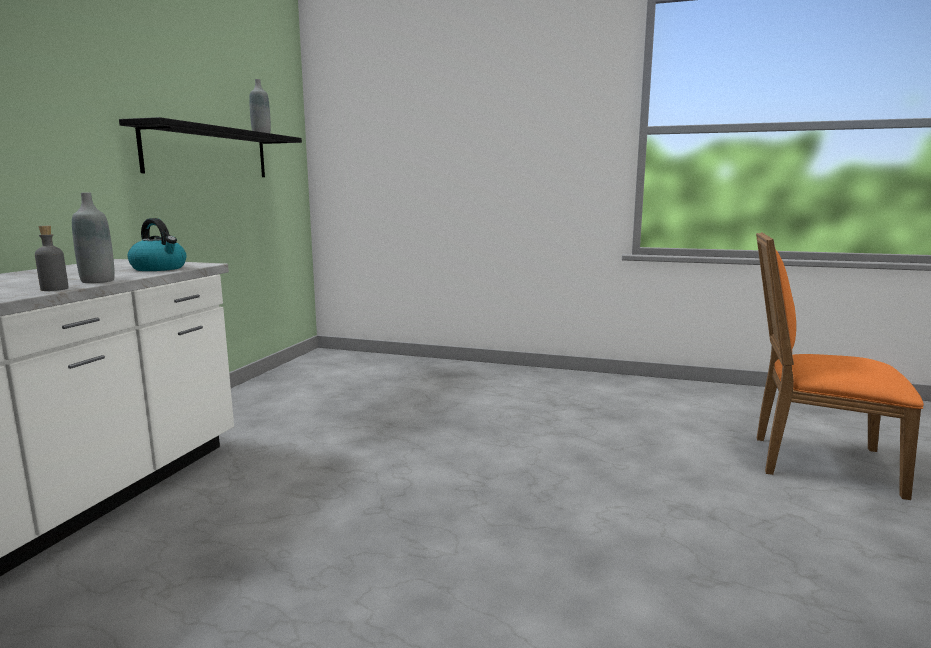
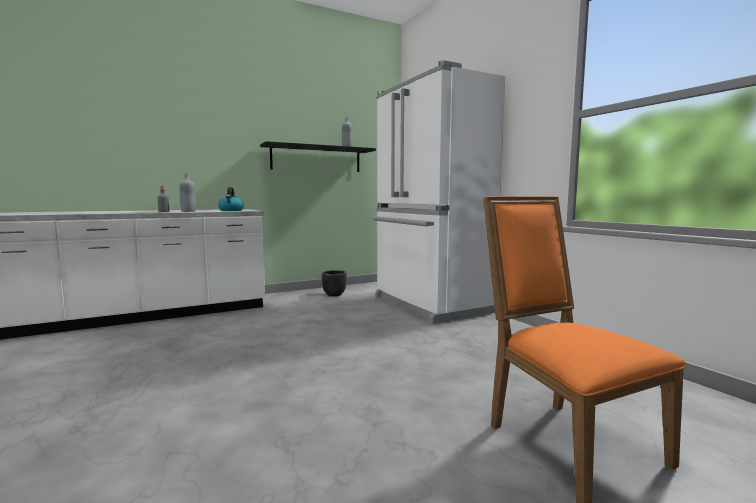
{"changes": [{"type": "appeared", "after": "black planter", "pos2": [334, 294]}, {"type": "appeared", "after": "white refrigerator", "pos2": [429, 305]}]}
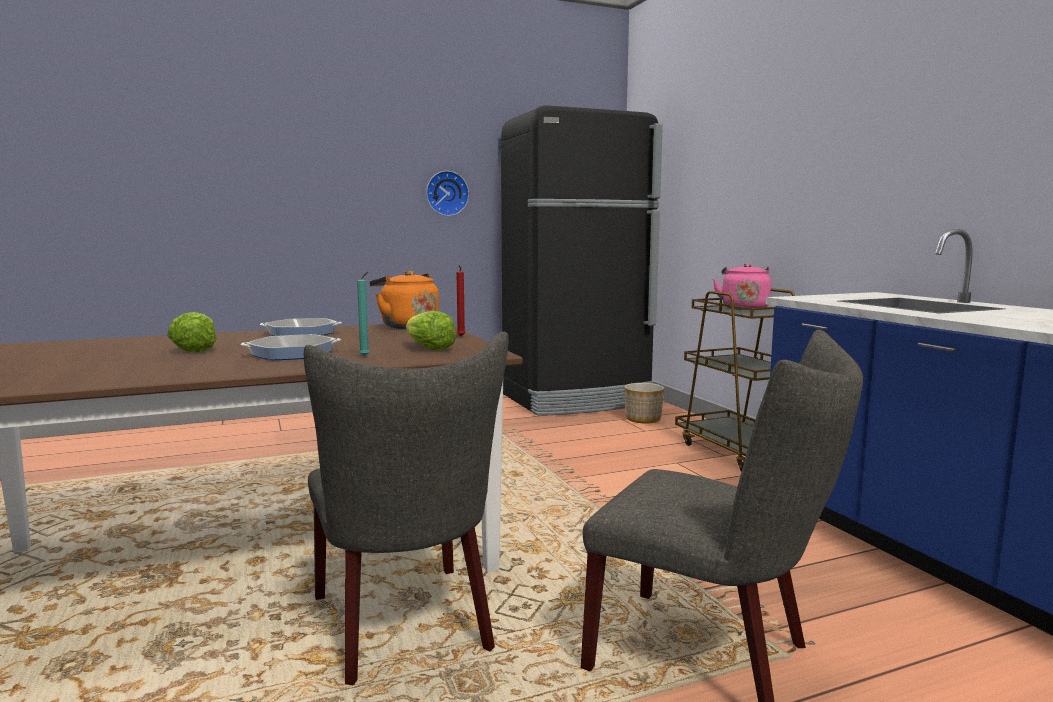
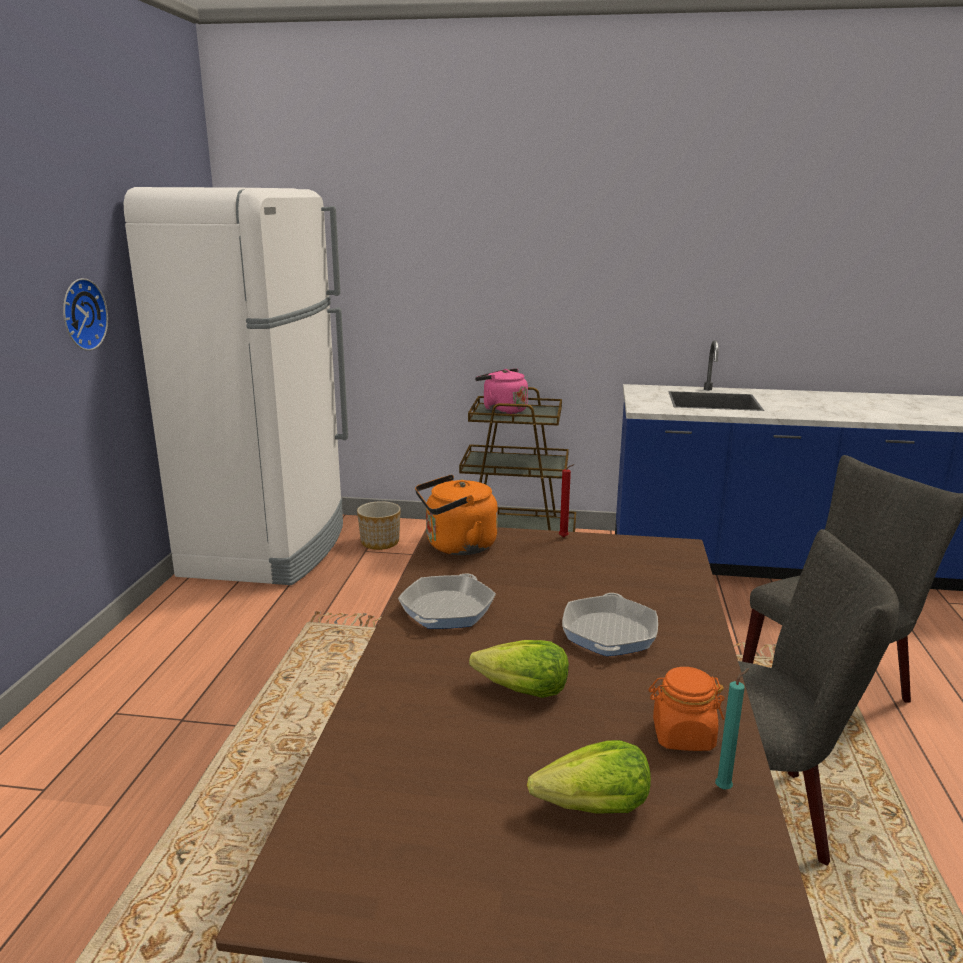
{"changes": [{"type": "relocated", "before": "turquoise-coloured wax light", "pos1": [365, 356], "pos2": [725, 788]}, {"type": "relocated", "before": "lettuce", "pos1": [428, 348], "pos2": [594, 808]}, {"type": "colour", "before": "black refrigerator", "after": "white refrigerator", "pos1": [577, 400], "pos2": [269, 547]}, {"type": "appeared", "after": "orange-coloured storage jar", "pos2": [682, 736]}]}
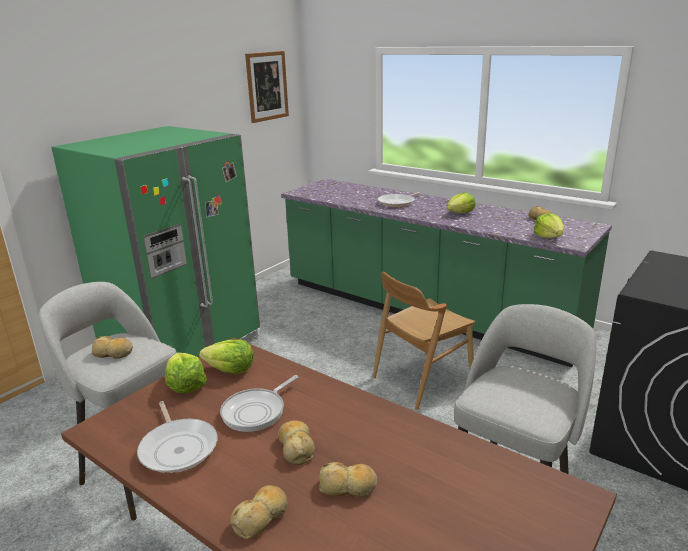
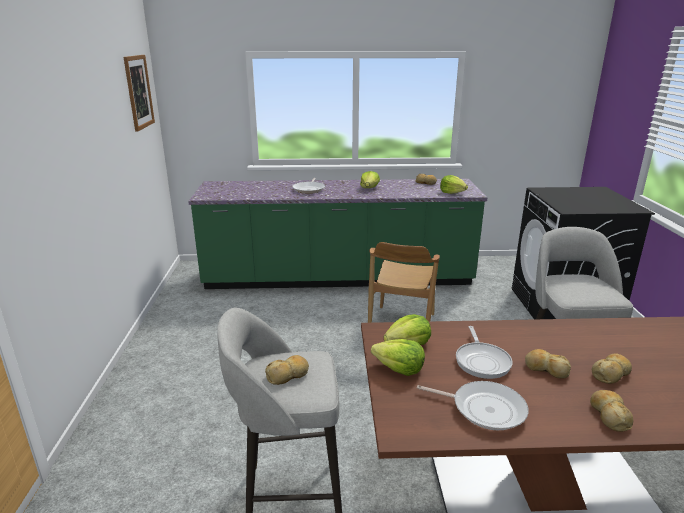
{"changes": [{"type": "missing", "before": "green refrigerator", "pos1": [183, 347]}]}
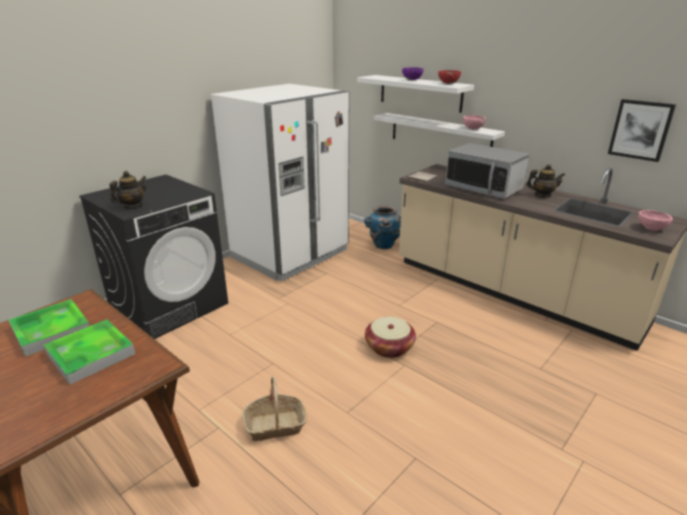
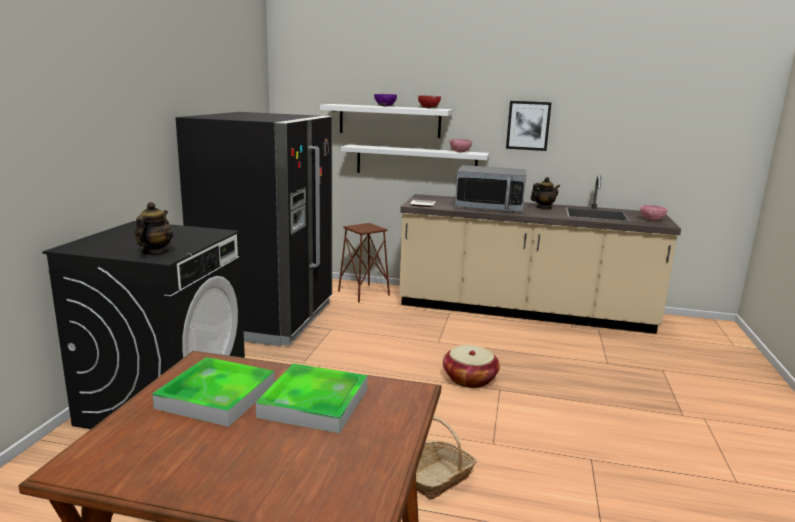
{"changes": [{"type": "colour", "before": "white refrigerator", "after": "black refrigerator", "pos1": [290, 254], "pos2": [267, 318]}, {"type": "exchanged", "before": "planter", "after": "brownish stool seat", "pos1": [383, 245], "pos2": [363, 293]}, {"type": "relocated", "before": "picture", "pos1": [640, 130], "pos2": [528, 125]}]}
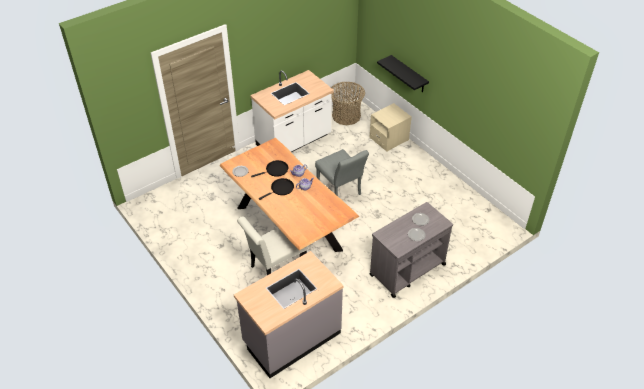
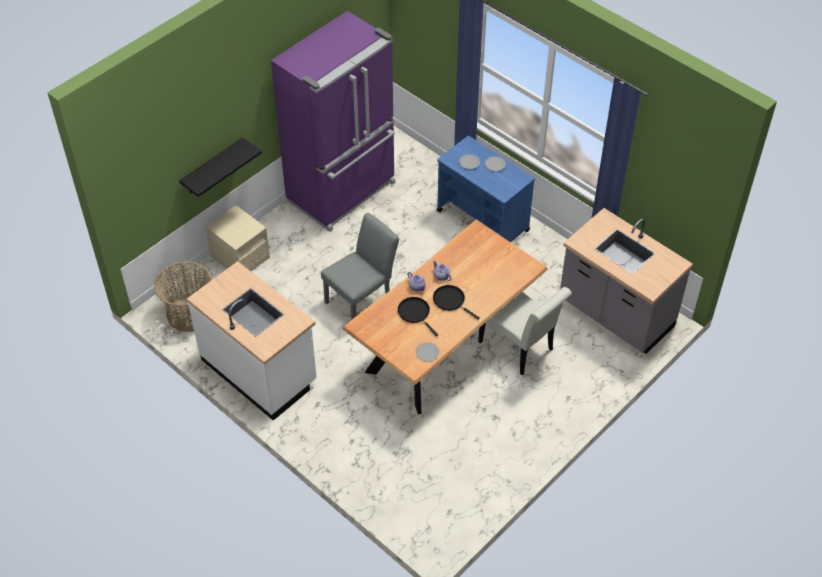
{"changes": [{"type": "colour", "before": "gray trolley", "after": "bluish trolley", "pos1": [407, 270], "pos2": [483, 221]}, {"type": "appeared", "after": "purple-coloured refrigerator", "pos2": [343, 192]}]}
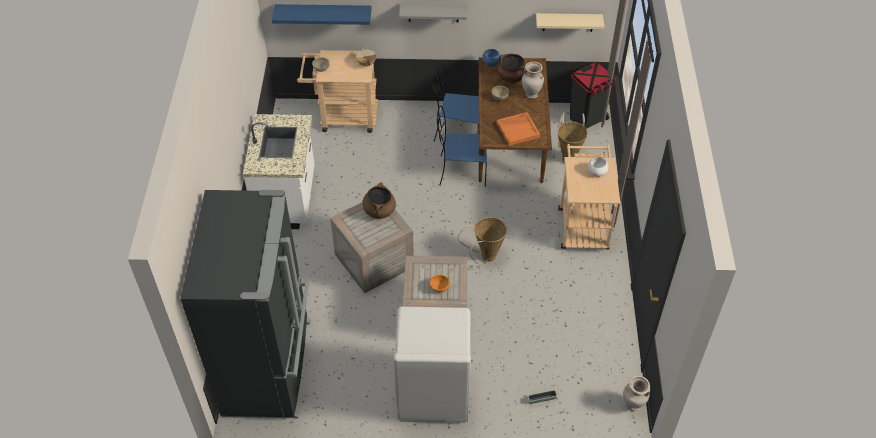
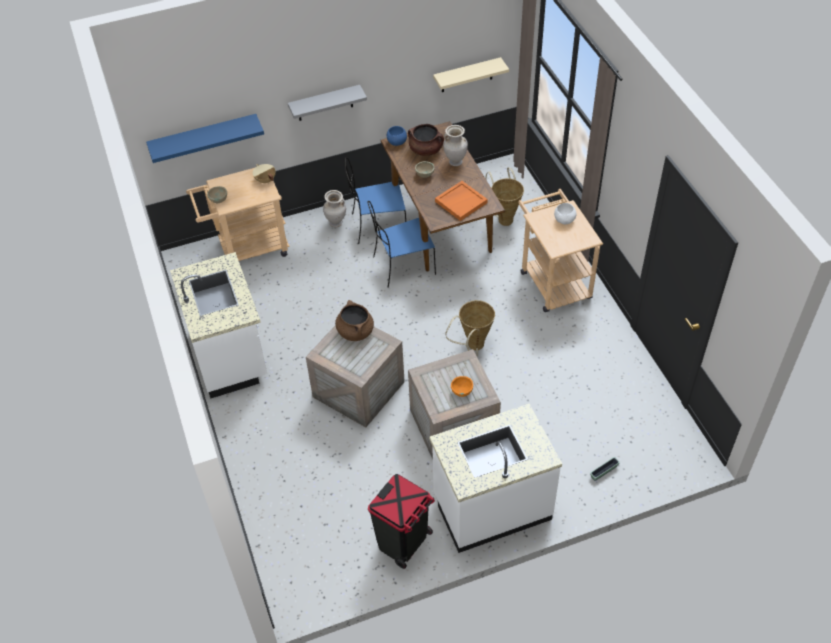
{"changes": [{"type": "missing", "before": "black refrigerator", "pos1": [269, 366]}, {"type": "exchanged", "before": "white washing machine", "after": "white counter", "pos1": [432, 393], "pos2": [491, 506]}, {"type": "relocated", "before": "black waste bin", "pos1": [587, 119], "pos2": [403, 542]}, {"type": "relocated", "before": "beige-coloured decorative vase", "pos1": [632, 405], "pos2": [336, 223]}]}
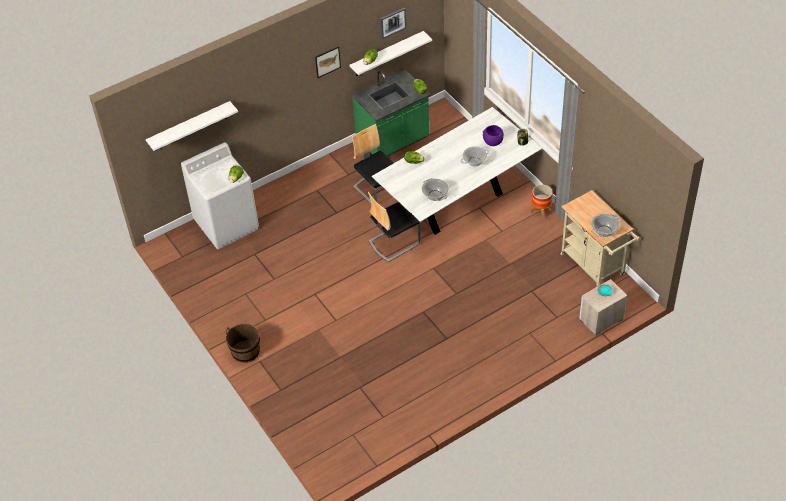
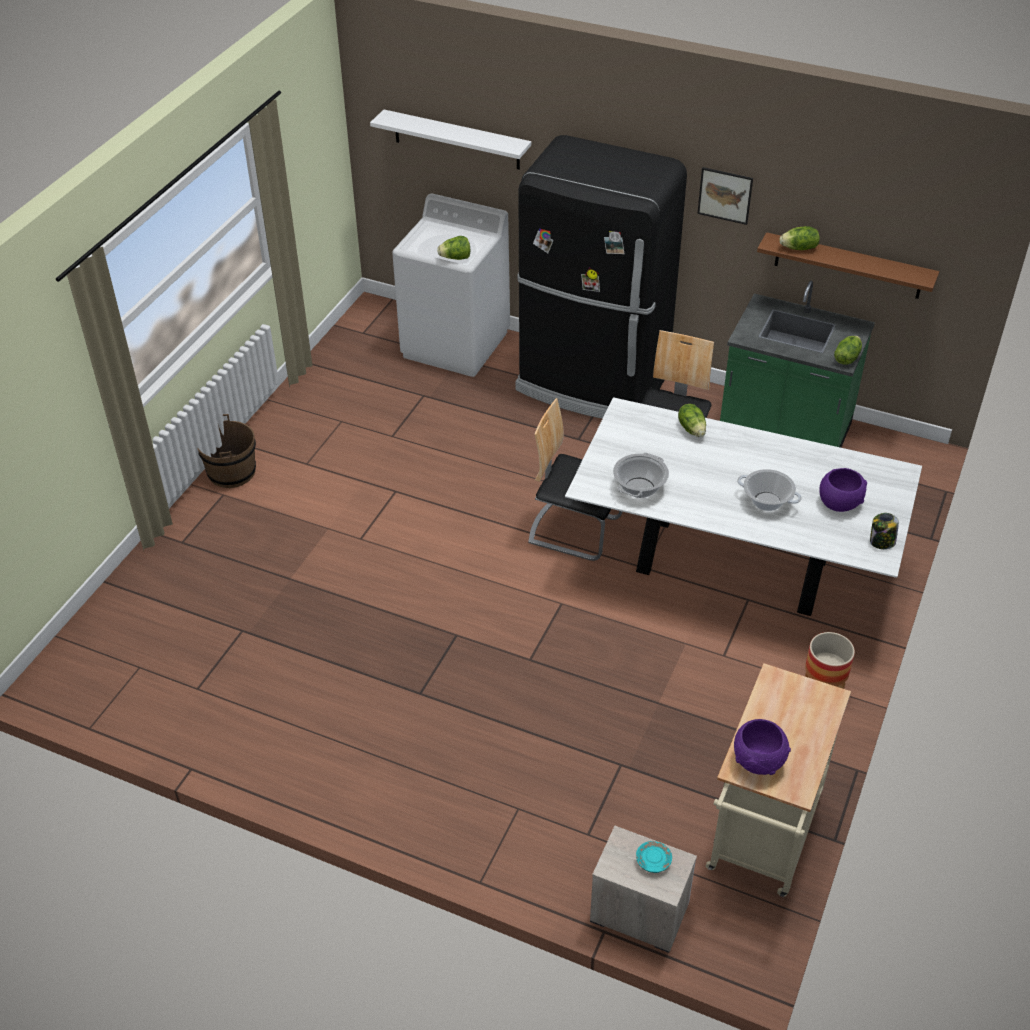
{"changes": [{"type": "colour", "before": "white wall shelf", "after": "brownish wall shelf", "pos1": [387, 54], "pos2": [848, 266]}, {"type": "missing", "before": "picture", "pos1": [393, 22]}, {"type": "exchanged", "before": "cooking pot", "after": "purple-coloured bowl", "pos1": [604, 231], "pos2": [759, 761]}, {"type": "appeared", "after": "black refrigerator", "pos2": [592, 384]}]}
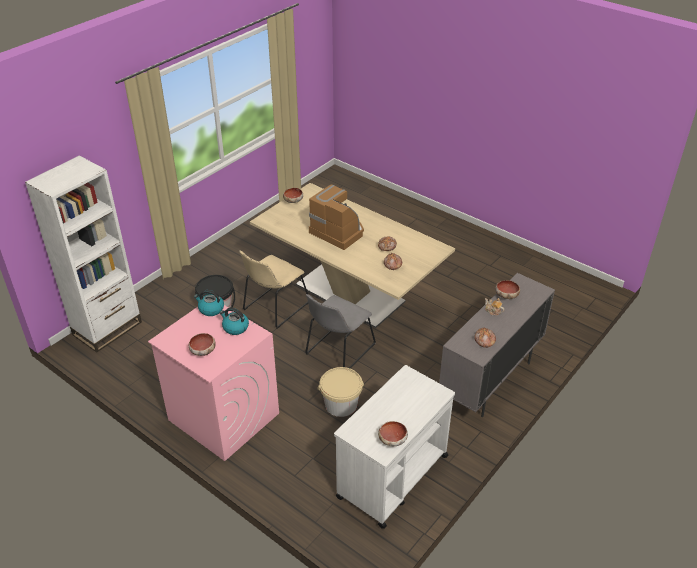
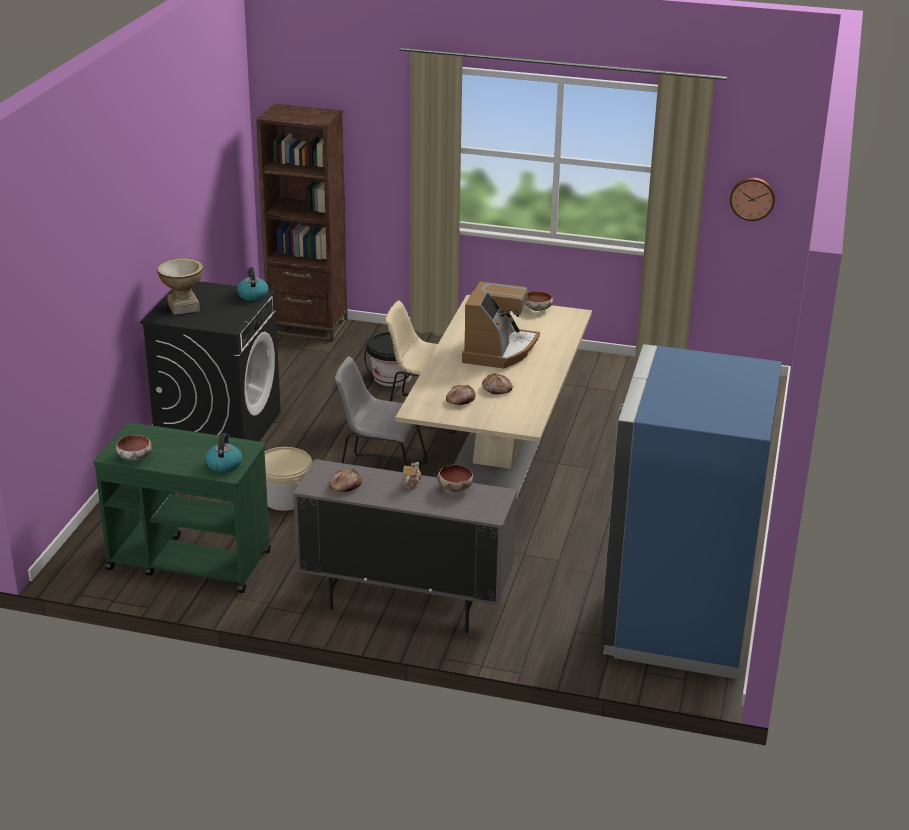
{"changes": [{"type": "colour", "before": "white shelving unit", "after": "brownish shelving unit", "pos1": [107, 328], "pos2": [307, 327]}, {"type": "colour", "before": "pink-coloured washing machine", "after": "black washing machine", "pos1": [223, 416], "pos2": [219, 429]}, {"type": "exchanged", "before": "bowl", "after": "decorative vase", "pos1": [203, 351], "pos2": [183, 307]}, {"type": "relocated", "before": "water kettle", "pos1": [235, 327], "pos2": [224, 464]}, {"type": "colour", "before": "white trolley", "after": "green trolley", "pos1": [392, 477], "pos2": [188, 560]}, {"type": "appeared", "after": "bluish refrigerator", "pos2": [677, 621]}, {"type": "appeared", "after": "wall clock", "pos2": [752, 198]}]}
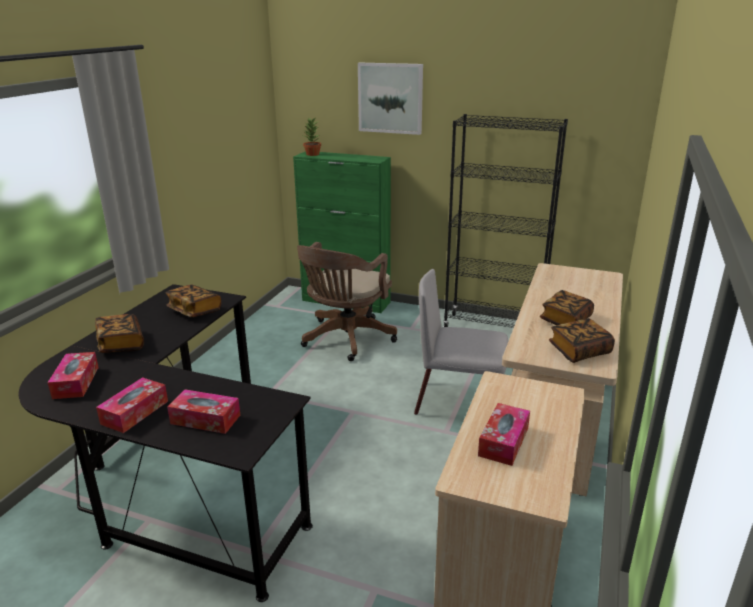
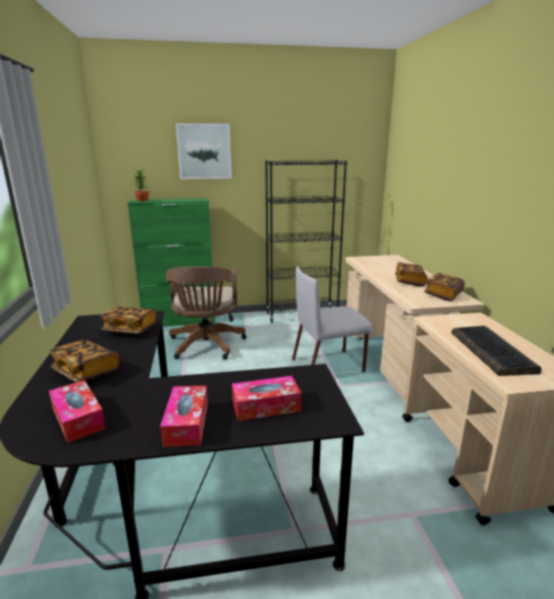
{"changes": [{"type": "exchanged", "before": "tissue box", "after": "keyboard", "pos1": [503, 442], "pos2": [492, 352]}]}
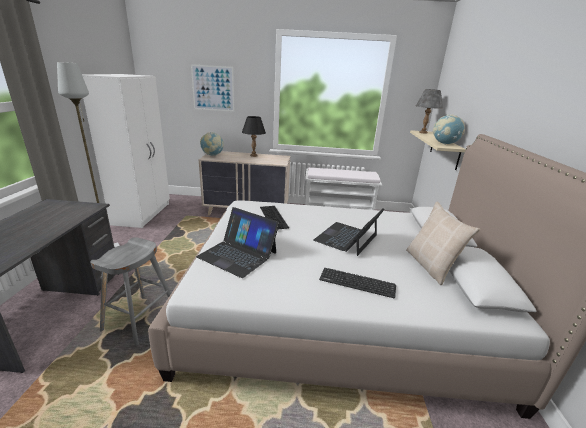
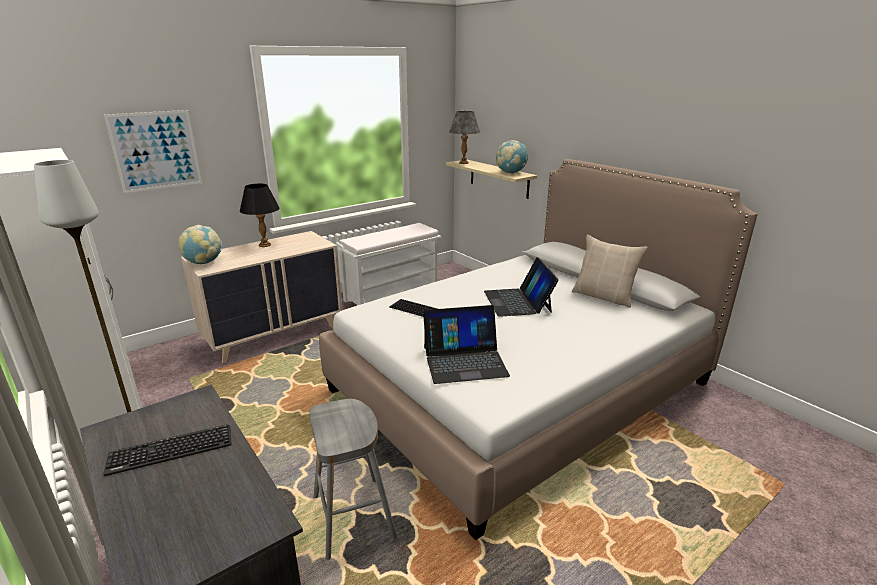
{"changes": [{"type": "relocated", "before": "keyboard", "pos1": [357, 283], "pos2": [171, 450]}]}
